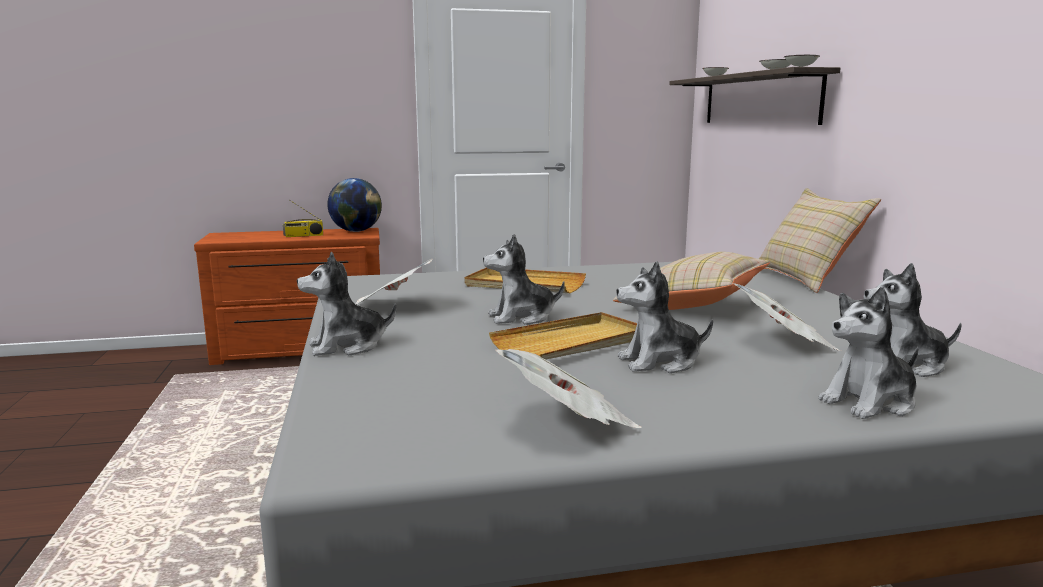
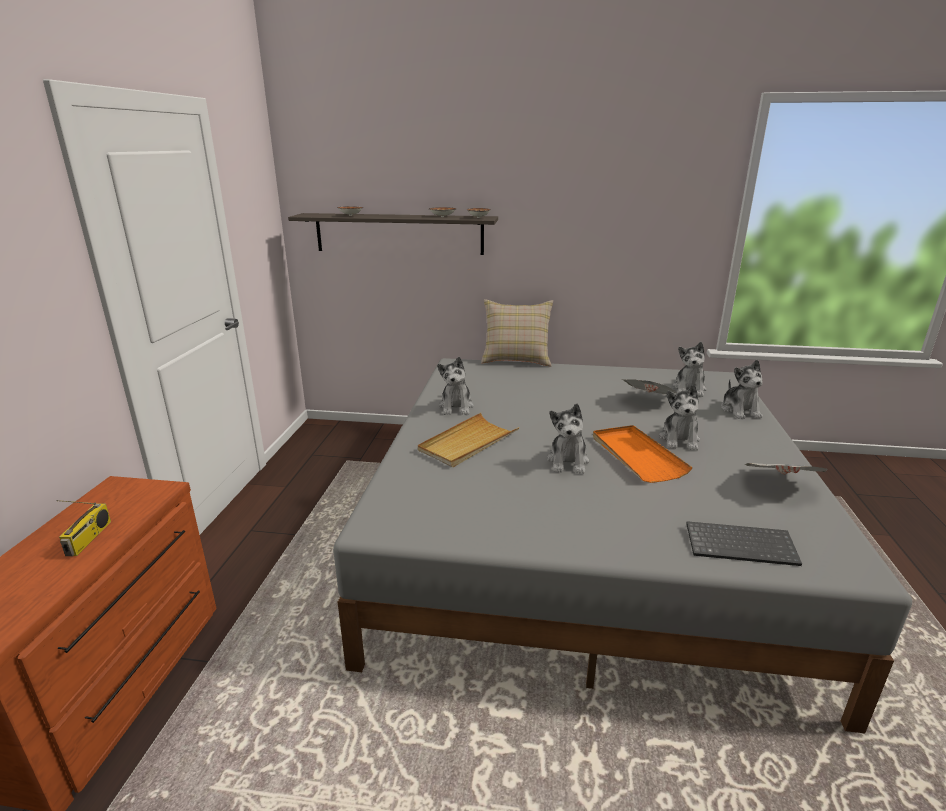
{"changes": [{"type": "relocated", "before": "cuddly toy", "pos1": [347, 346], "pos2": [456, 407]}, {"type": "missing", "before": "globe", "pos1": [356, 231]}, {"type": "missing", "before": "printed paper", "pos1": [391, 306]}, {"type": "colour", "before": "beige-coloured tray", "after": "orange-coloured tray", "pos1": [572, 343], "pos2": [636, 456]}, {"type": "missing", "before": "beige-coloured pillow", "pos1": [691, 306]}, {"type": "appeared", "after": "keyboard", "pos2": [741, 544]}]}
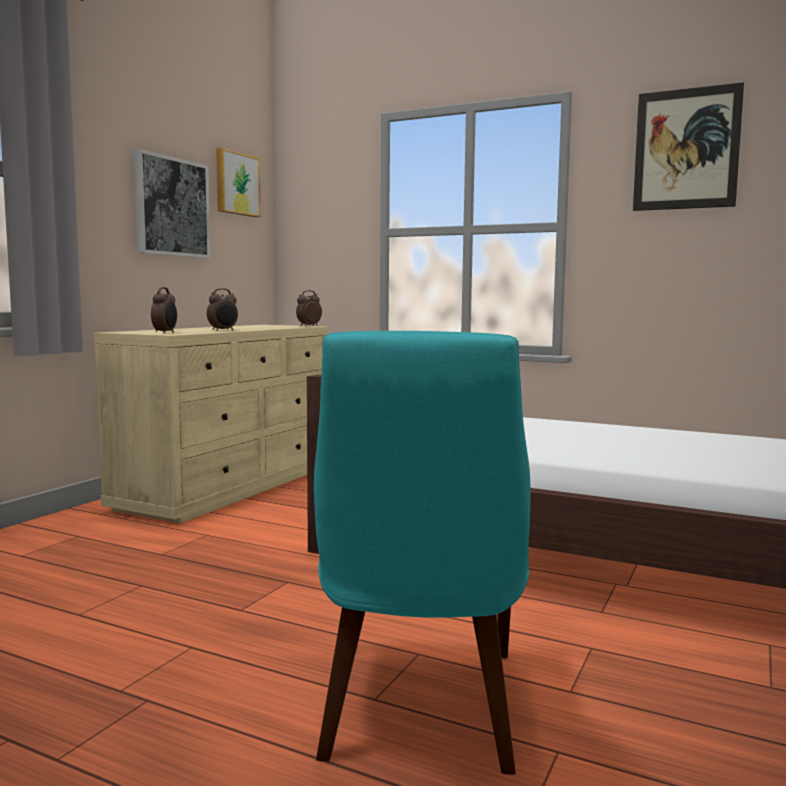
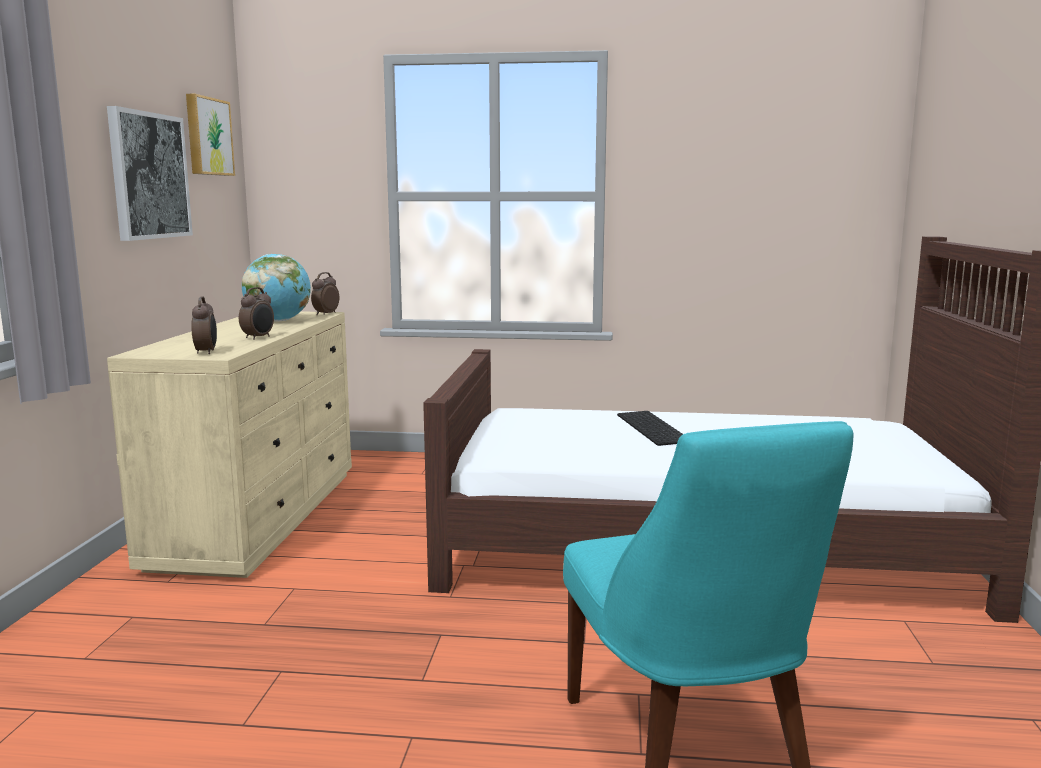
{"changes": [{"type": "missing", "before": "picture", "pos1": [686, 149]}, {"type": "appeared", "after": "globe", "pos2": [278, 321]}, {"type": "appeared", "after": "keyboard", "pos2": [655, 428]}]}
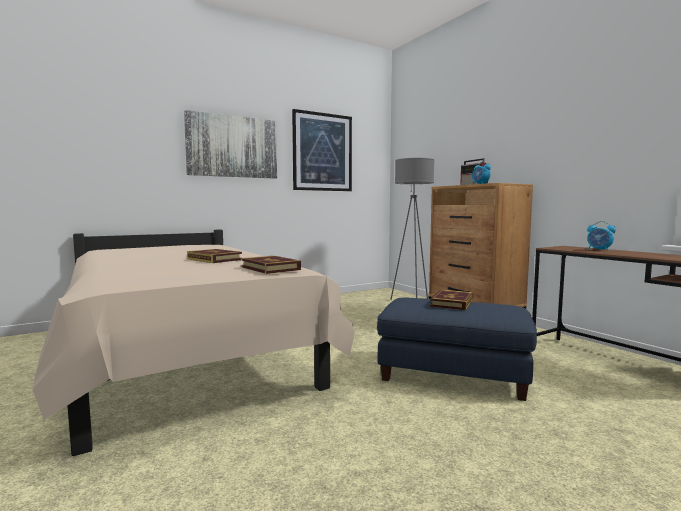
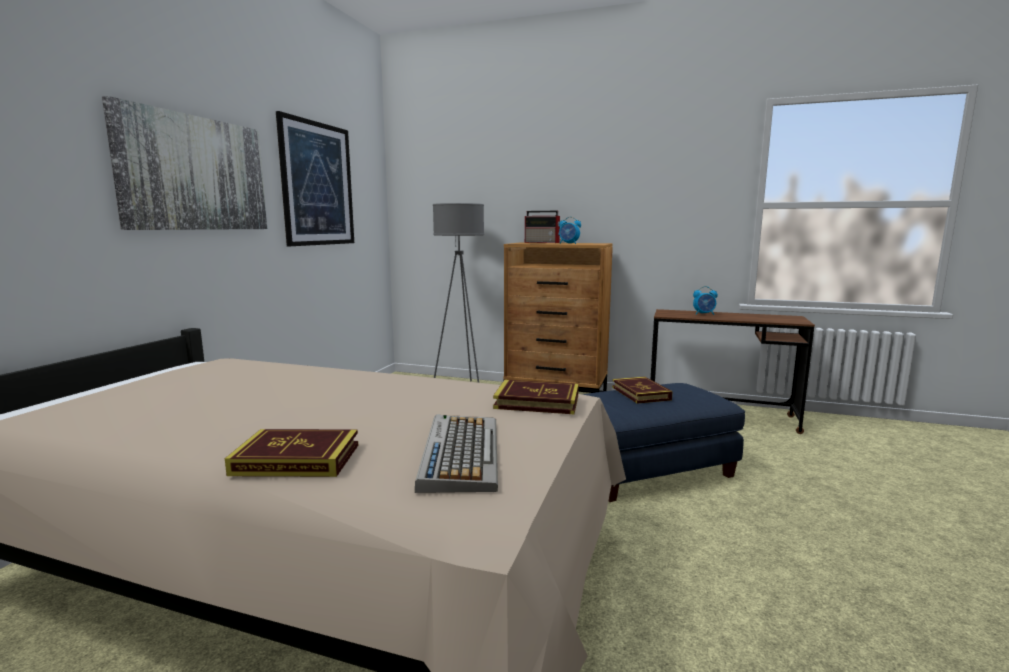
{"changes": [{"type": "relocated", "before": "book", "pos1": [214, 259], "pos2": [296, 459]}, {"type": "appeared", "after": "keyboard", "pos2": [460, 452]}]}
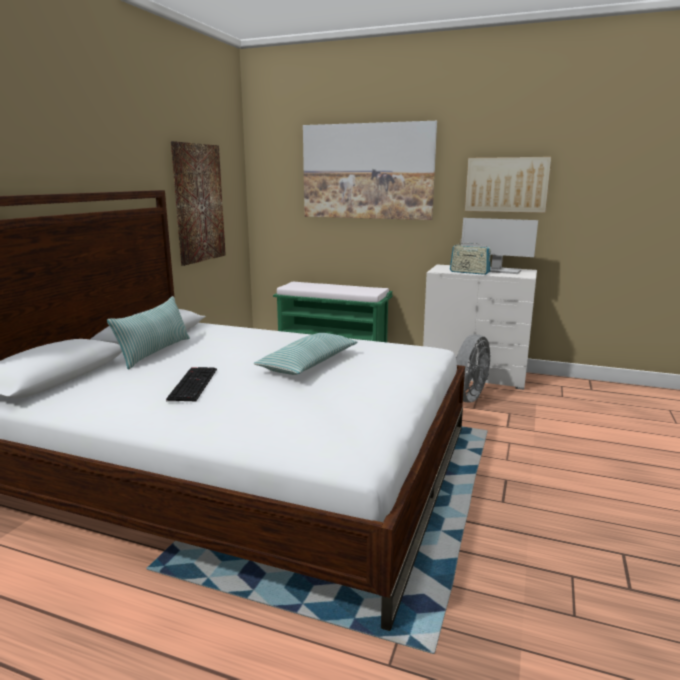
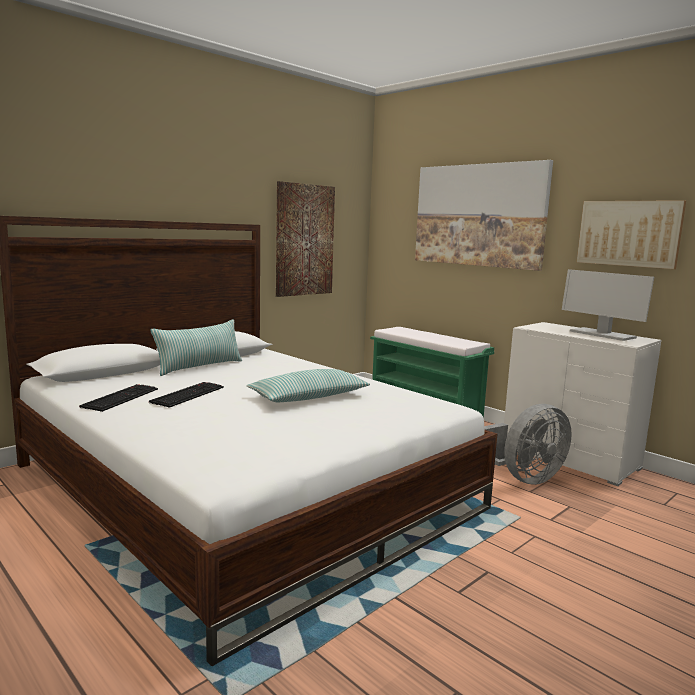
{"changes": [{"type": "missing", "before": "radio receiver", "pos1": [469, 272]}, {"type": "appeared", "after": "keyboard", "pos2": [120, 397]}]}
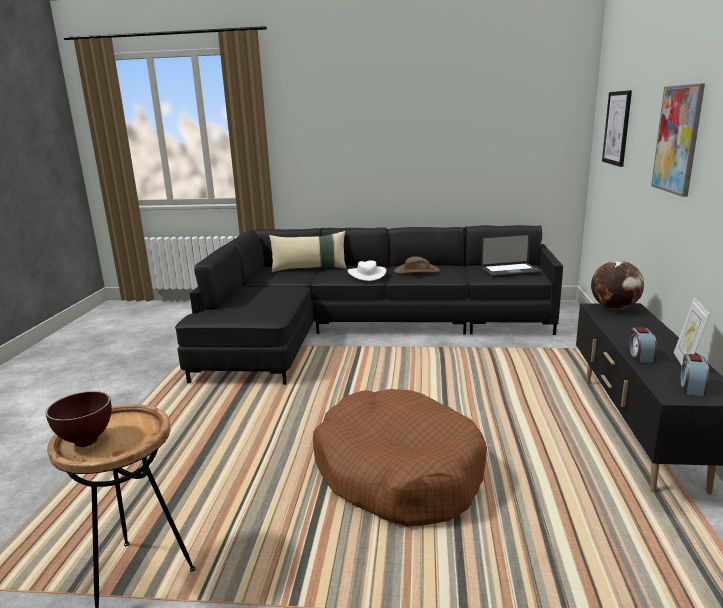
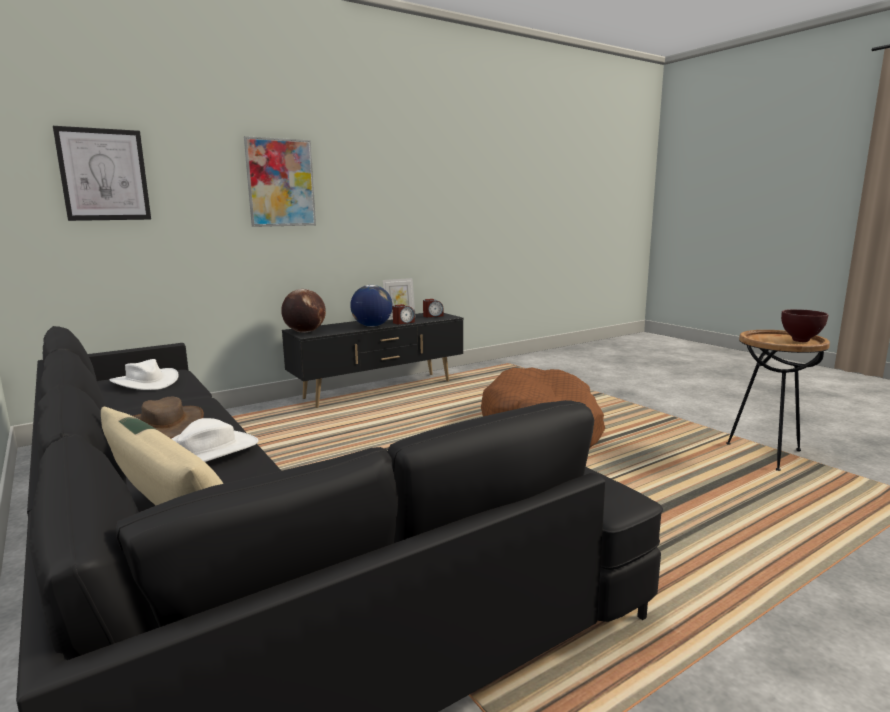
{"changes": [{"type": "exchanged", "before": "notebook computer", "after": "white wearable hat", "pos1": [510, 271], "pos2": [145, 382]}, {"type": "appeared", "after": "globe", "pos2": [372, 326]}]}
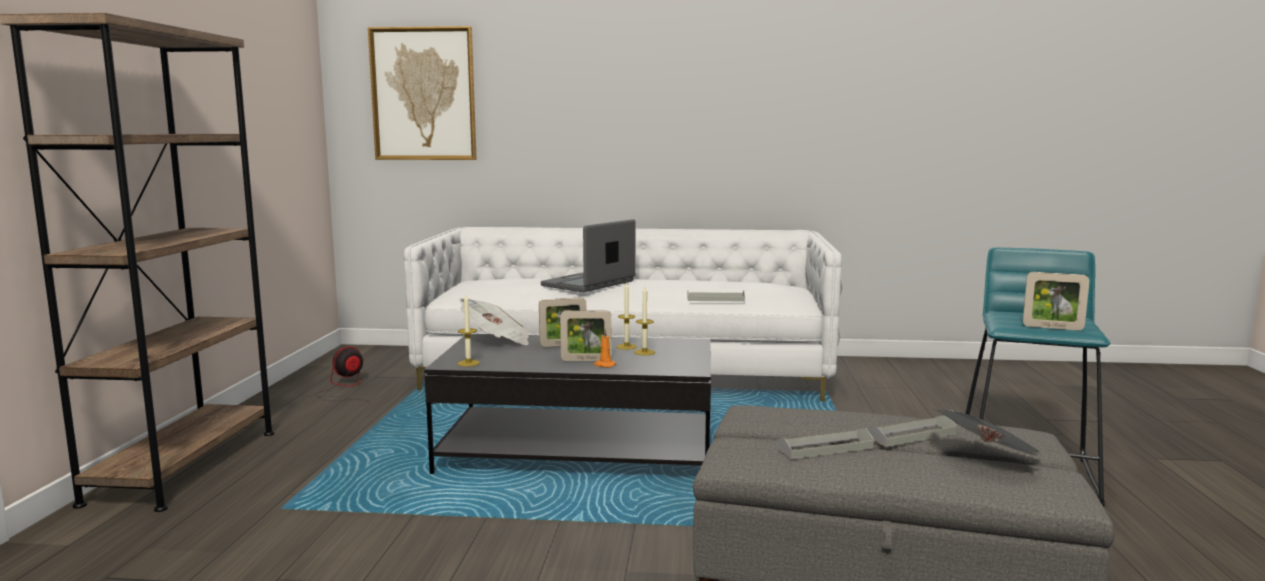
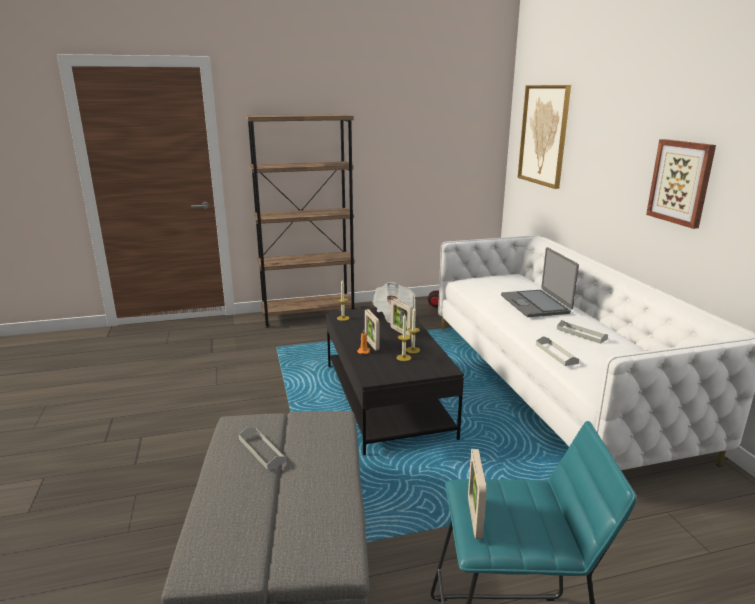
{"changes": [{"type": "spun", "before": "notebook computer", "pos1": [589, 284], "pos2": [536, 304], "turn": -120}, {"type": "relocated", "before": "gray tray", "pos1": [911, 435], "pos2": [581, 334]}, {"type": "missing", "before": "printed paper", "pos1": [989, 461]}, {"type": "appeared", "after": "picture", "pos2": [681, 182]}]}
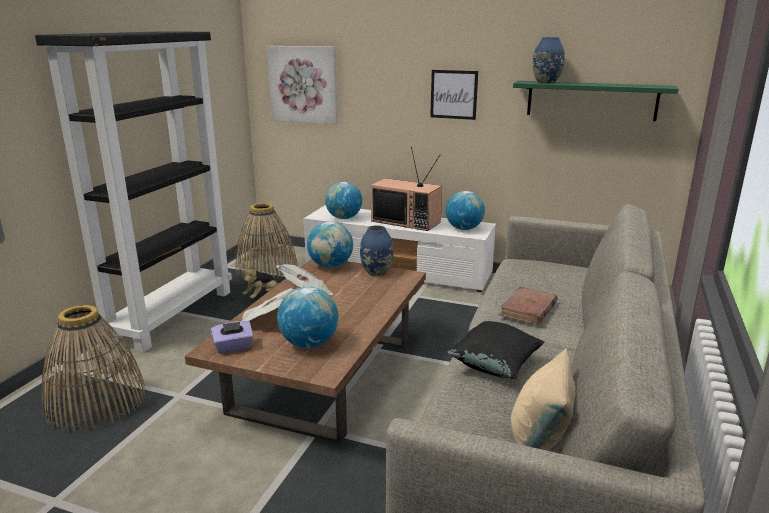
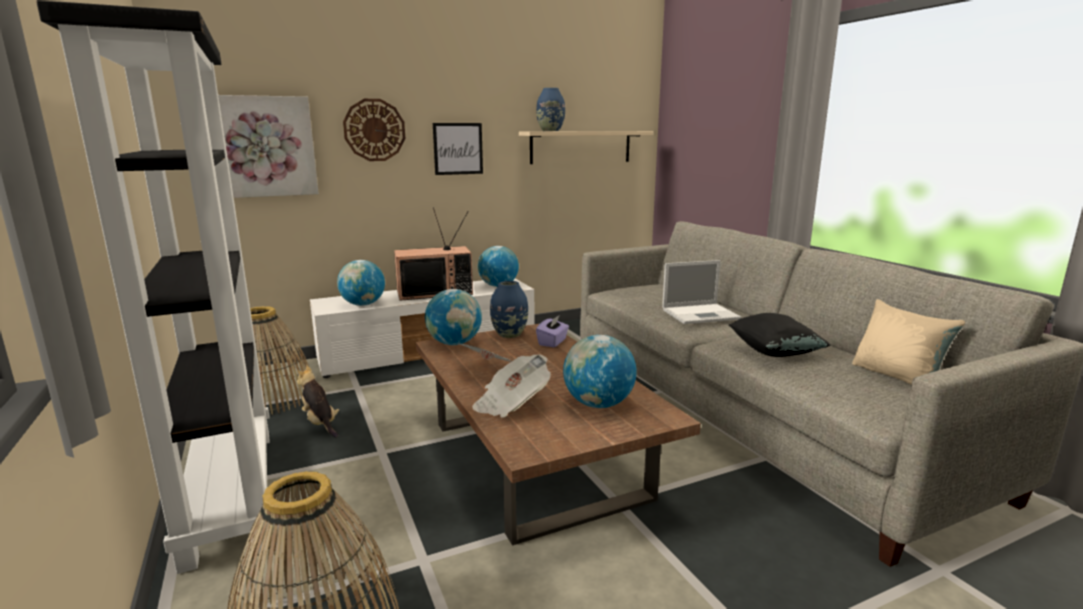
{"changes": [{"type": "relocated", "before": "purple-coloured tissue box", "pos1": [233, 347], "pos2": [553, 342]}, {"type": "spun", "before": "cuddly toy", "pos1": [262, 295], "pos2": [320, 423], "turn": 150}, {"type": "exchanged", "before": "brownish book", "after": "notebook computer", "pos1": [528, 309], "pos2": [701, 314]}, {"type": "colour", "before": "green wall shelf", "after": "beige-coloured wall shelf", "pos1": [591, 100], "pos2": [581, 147]}, {"type": "appeared", "after": "wall clock", "pos2": [374, 130]}]}
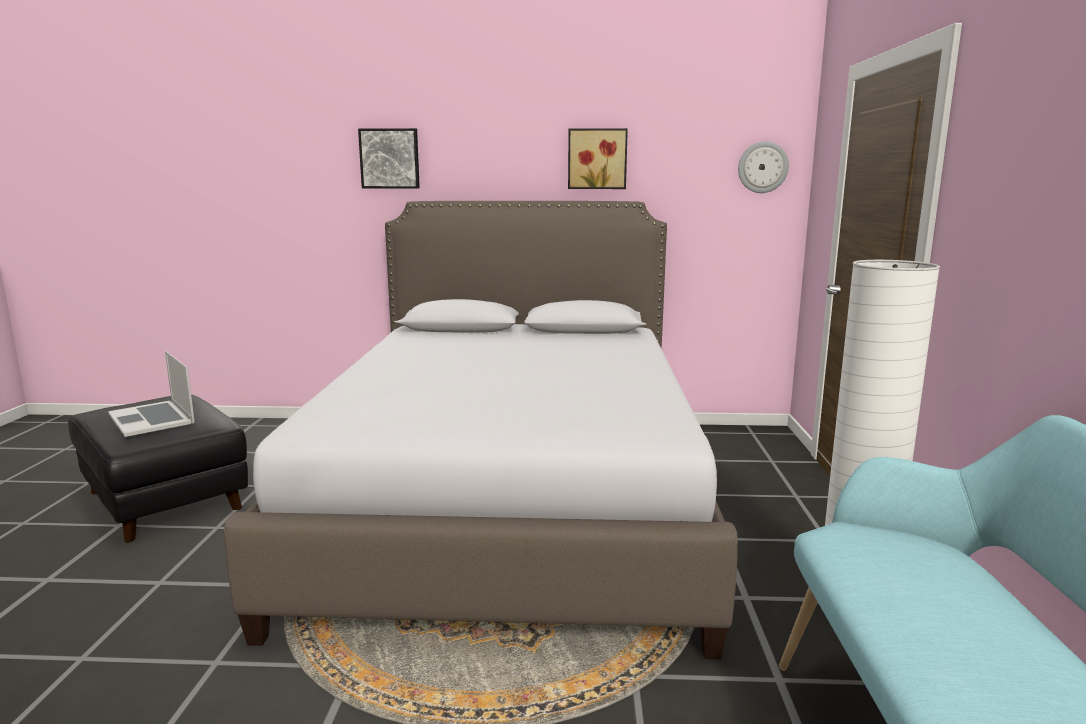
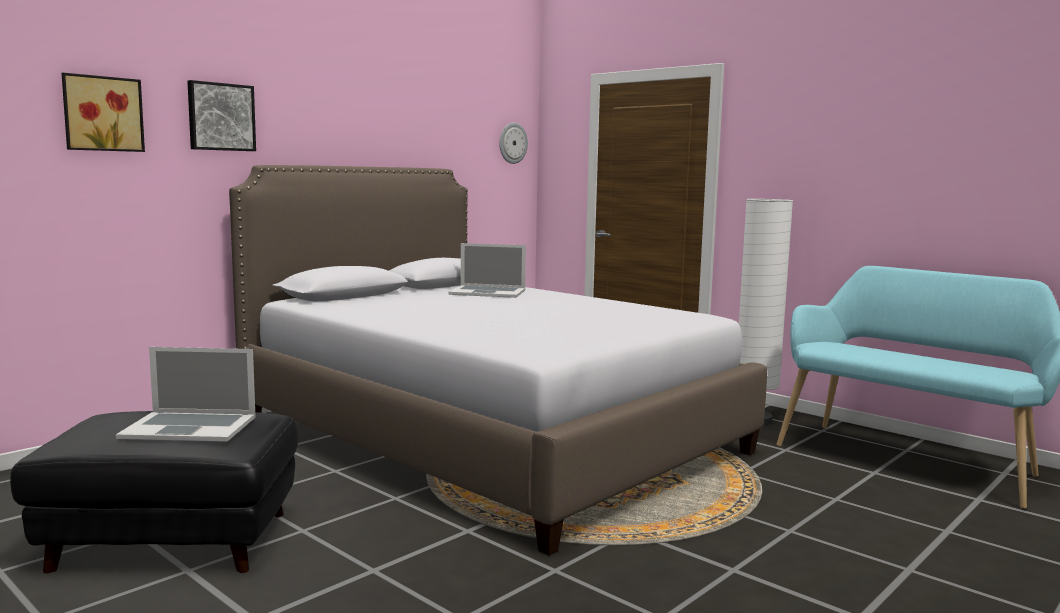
{"changes": [{"type": "relocated", "before": "picture", "pos1": [597, 159], "pos2": [102, 114]}, {"type": "appeared", "after": "notebook computer", "pos2": [487, 292]}]}
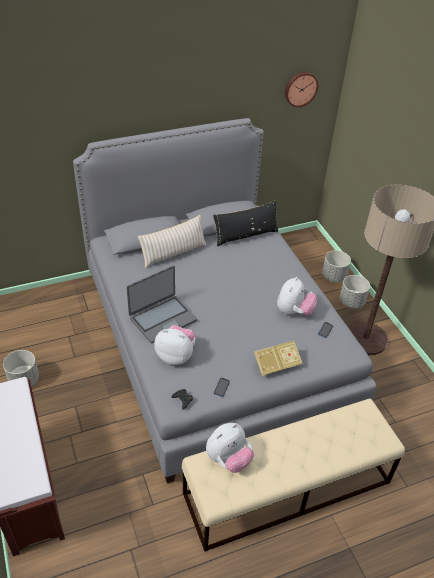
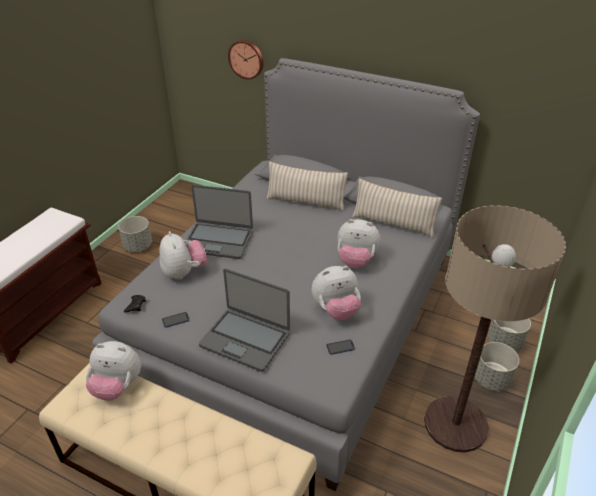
{"changes": [{"type": "colour", "before": "black pillow", "after": "beige-coloured pillow", "pos1": [245, 235], "pos2": [393, 223]}, {"type": "exchanged", "before": "book", "after": "notebook computer", "pos1": [276, 365], "pos2": [245, 339]}, {"type": "relocated", "before": "wall clock", "pos1": [300, 88], "pos2": [246, 59]}, {"type": "appeared", "after": "cuddly toy", "pos2": [356, 261]}]}
